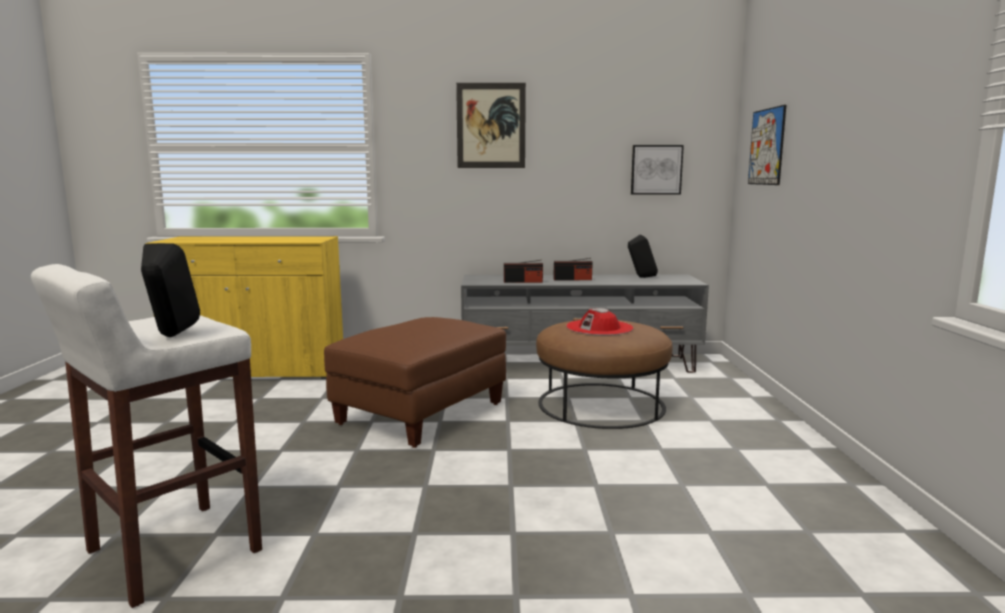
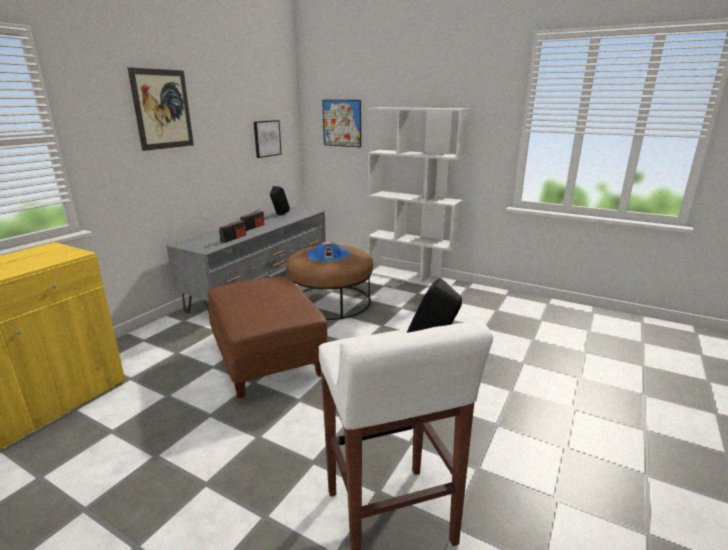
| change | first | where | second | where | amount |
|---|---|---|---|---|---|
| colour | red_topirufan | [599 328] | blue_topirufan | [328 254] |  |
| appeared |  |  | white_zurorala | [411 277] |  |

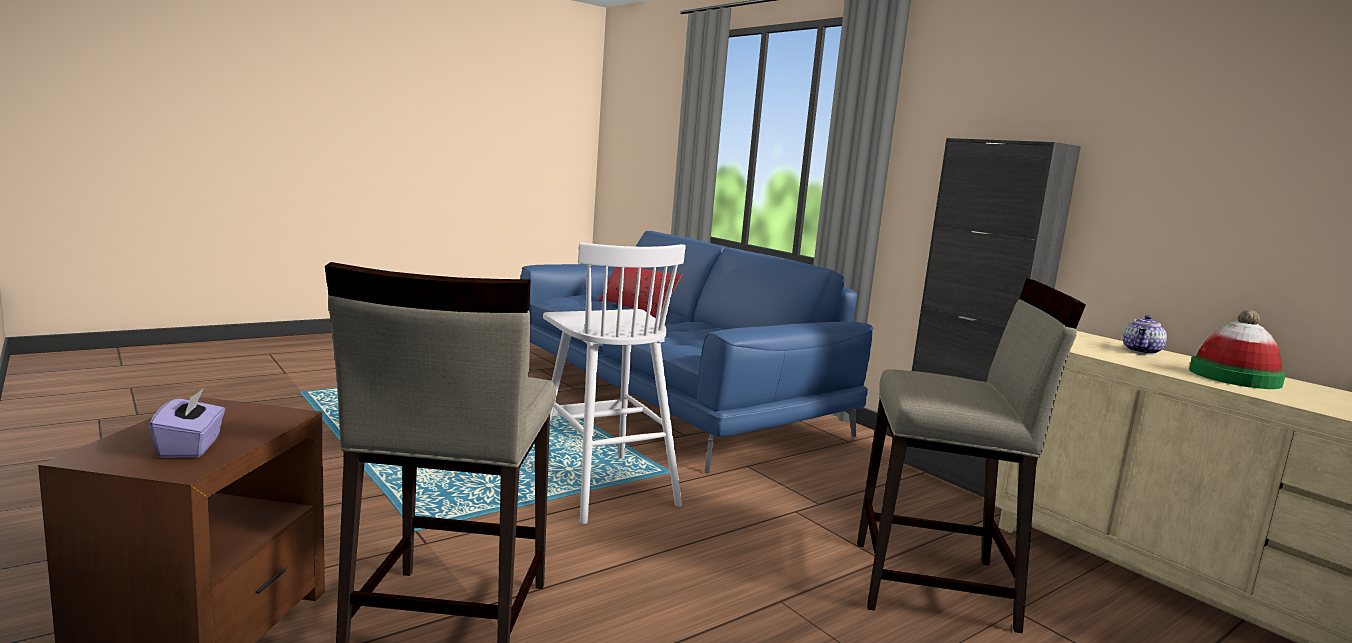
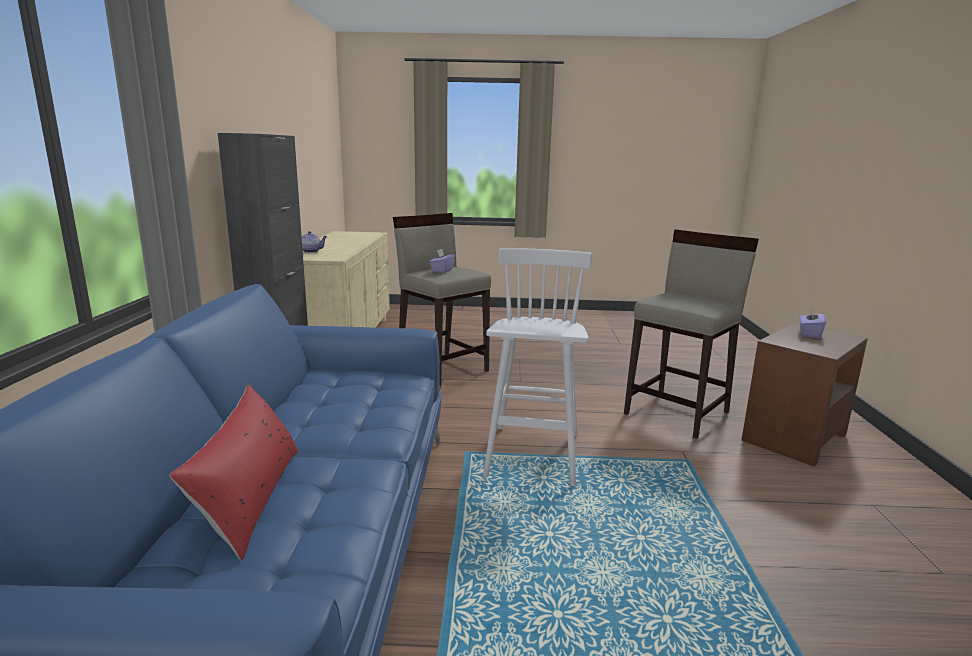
| change | first | where | second | where | amount |
|---|---|---|---|---|---|
| appeared |  |  | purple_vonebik | [442 270] |  |
| missing | topirufan | [1234 377] |  |  |  |

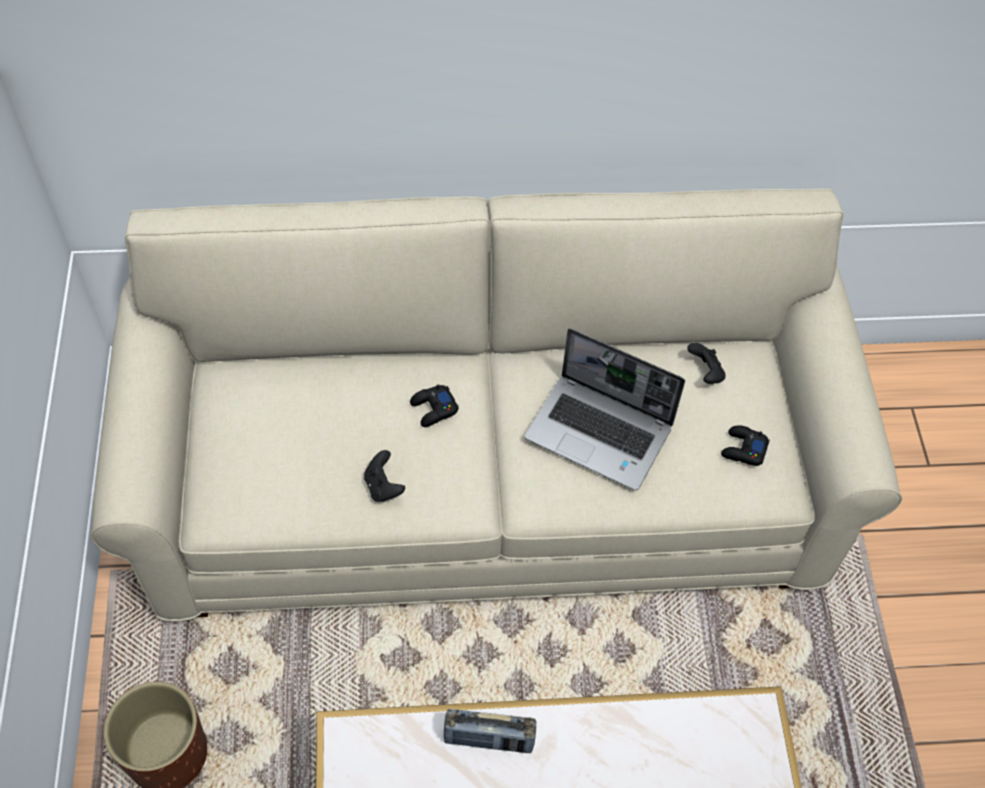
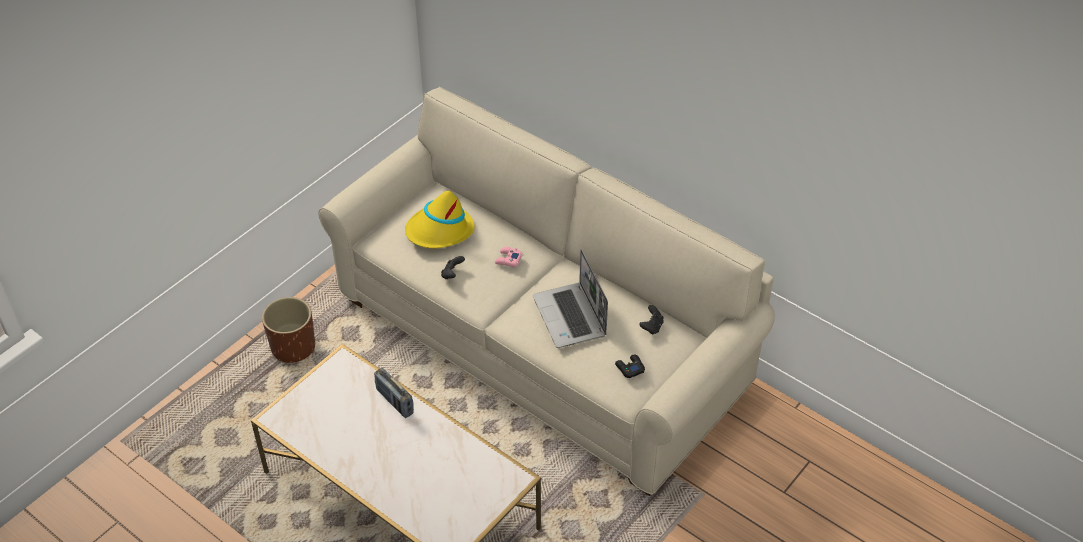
| change | first | where | second | where | amount |
|---|---|---|---|---|---|
| appeared |  |  | yellow_topirufan | [439 231] |  |
| colour | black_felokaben | [434 409] | pink_felokaben | [508 260] |  |

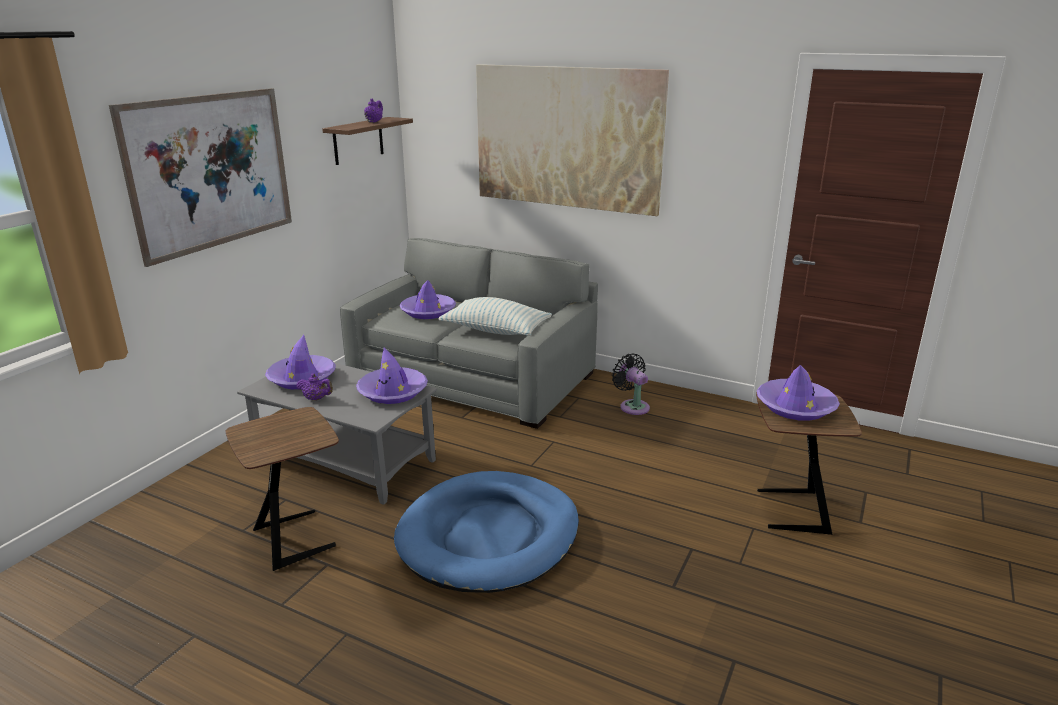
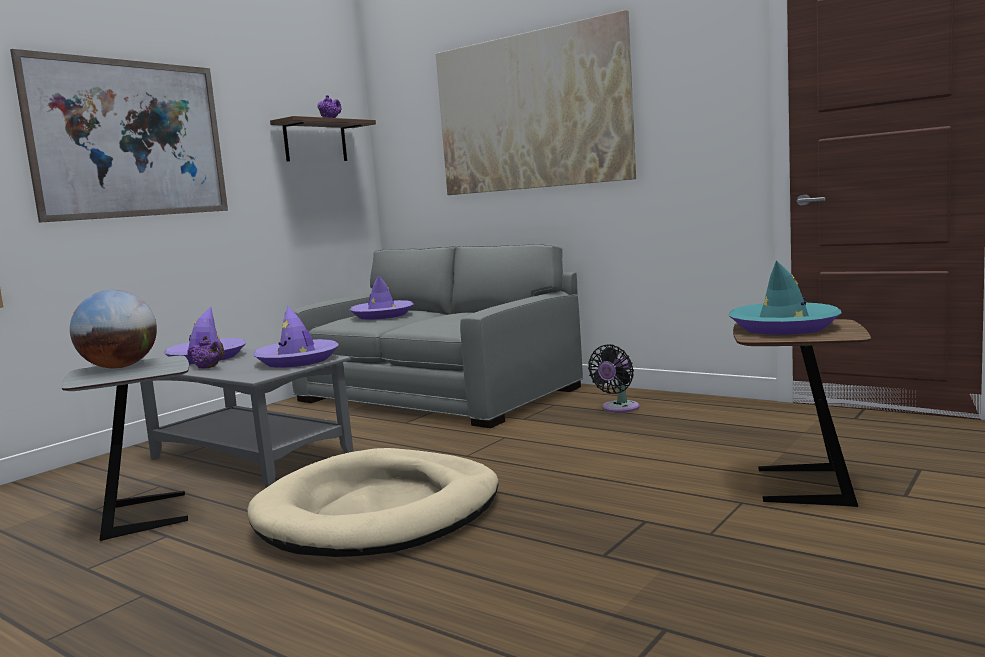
| change | first | where | second | where | amount |
|---|---|---|---|---|---|
| colour | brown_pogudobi | [297 538] | grey_pogudobi | [149 515] |  |
| appeared |  |  | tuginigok | [120 367] |  |
| colour | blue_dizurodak | [489 536] | beige_dizurodak | [379 512] |  |
| spun | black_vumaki | [632 406] |  | [618 408] | 120 degrees counterclockwise |
| colour | purple_topirufan | [795 406] | turquoise_topirufan | [783 327] |  |
| missing | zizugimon | [496 330] |  |  |  |

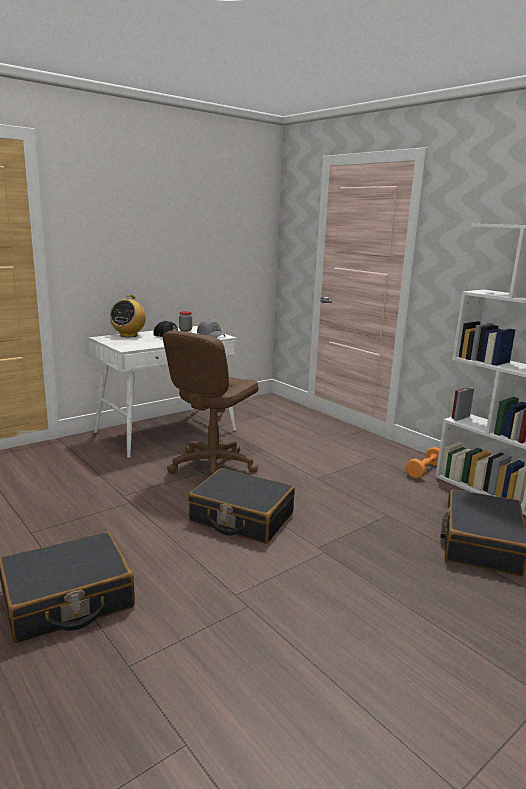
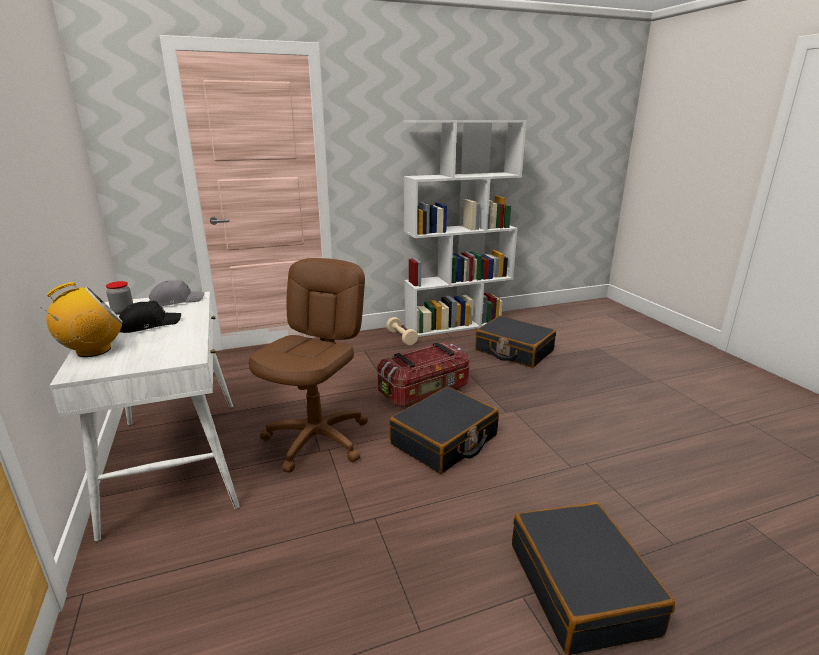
| change | first | where | second | where | amount |
|---|---|---|---|---|---|
| spun | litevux | [128 335] |  | [93 351] | 75 degrees counterclockwise |
| spun | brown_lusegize | [212 466] |  | [317 439] | 120 degrees counterclockwise |
| appeared |  |  | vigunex | [425 392] |  |
| colour | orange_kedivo | [424 470] | beige_kedivo | [401 338] |  |

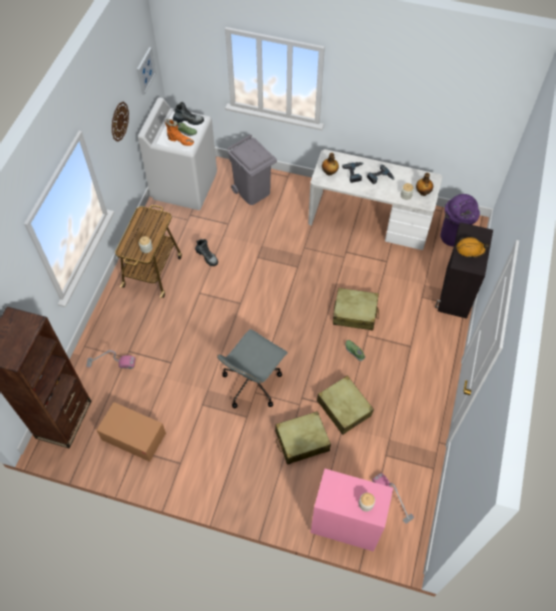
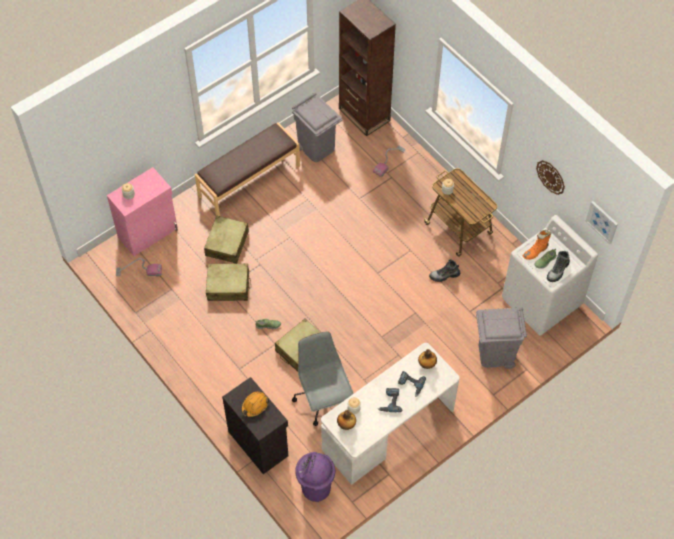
| change | first | where | second | where | amount |
|---|---|---|---|---|---|
| appeared |  |  | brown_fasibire | [249 180] |  |
| exchanged | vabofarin | [133 436] | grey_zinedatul | [317 147] |  |
| relocated | grey_lusegize | [252 383] |  | [324 399] |  |

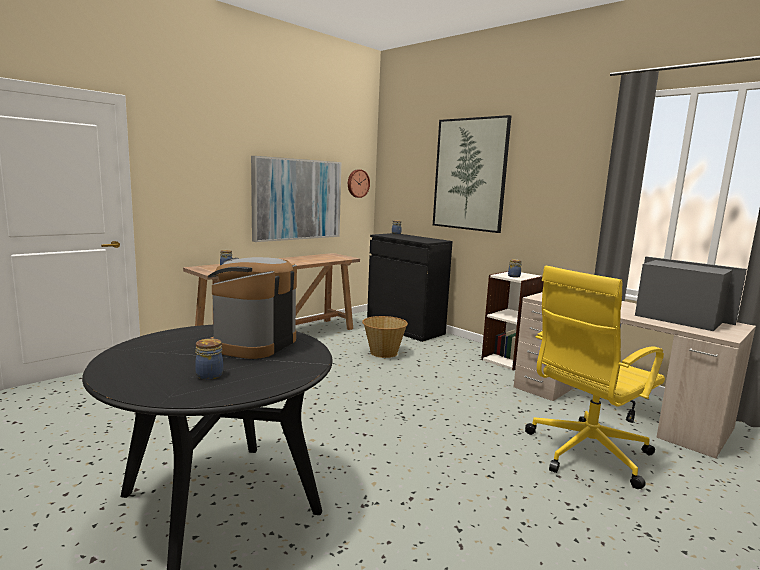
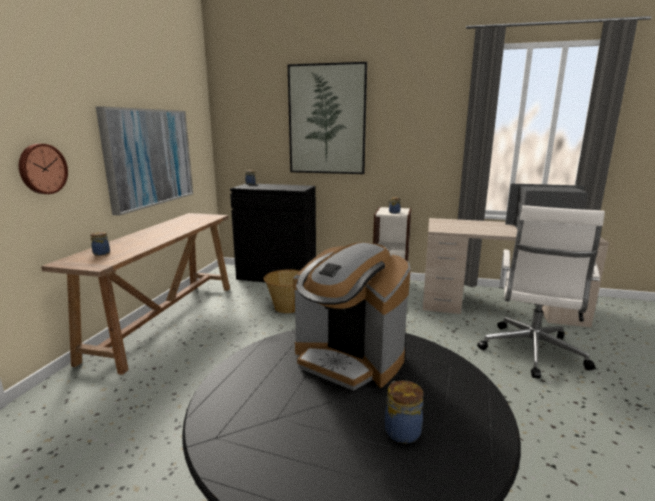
| change | first | where | second | where | amount |
|---|---|---|---|---|---|
| relocated | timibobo | [357 183] |  | [42 169] |  |
| spun | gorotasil | [253 344] |  | [349 359] | 45 degrees counterclockwise |
| colour | yellow_lusegize | [585 453] | white_lusegize | [531 353] |  |

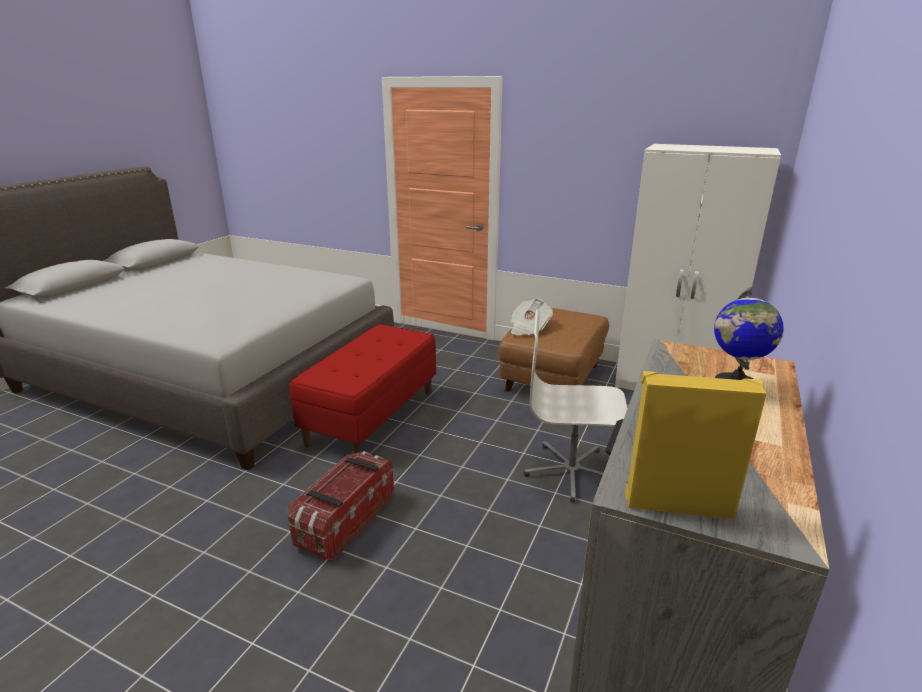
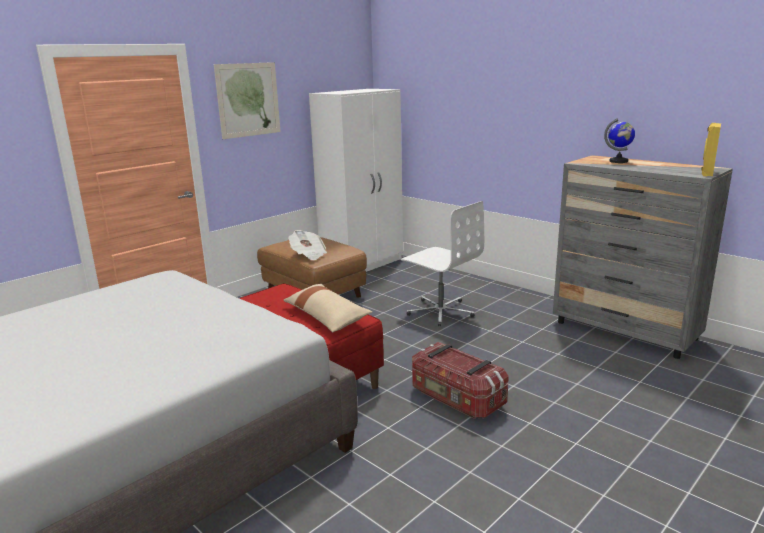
| change | first | where | second | where | amount |
|---|---|---|---|---|---|
| appeared |  |  | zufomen | [248 100] |  |
| appeared |  |  | beige_zizugimon | [326 316] |  |
| spun | white_lusegize | [571 472] |  | [440 311] | 75 degrees counterclockwise |

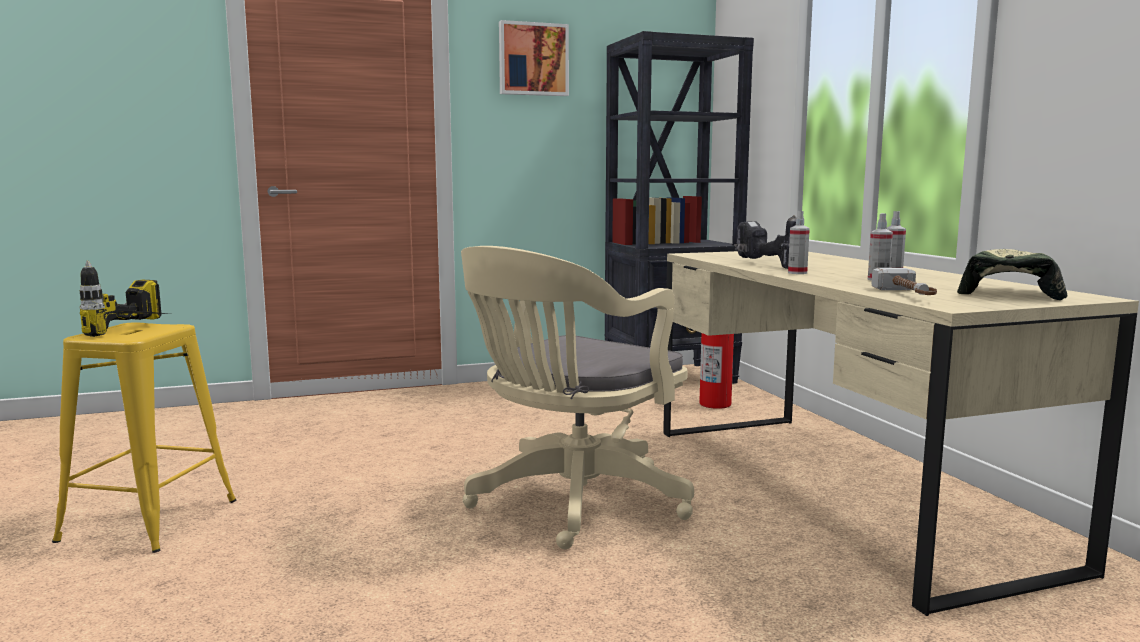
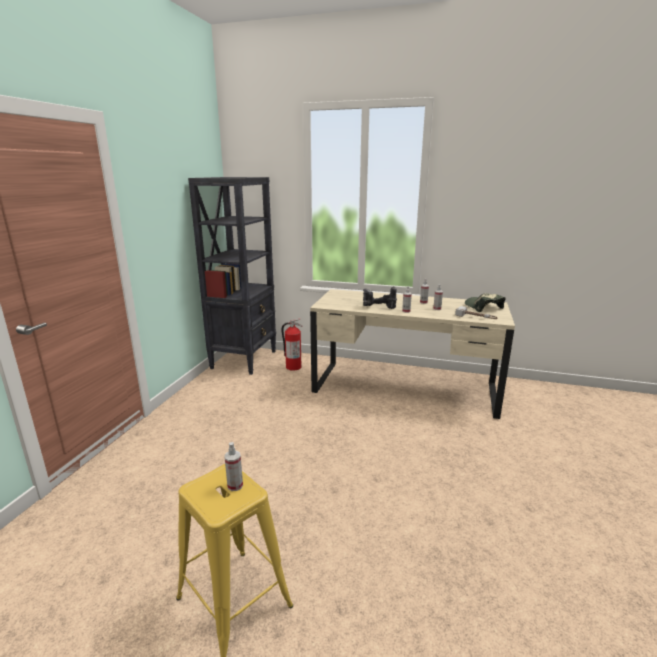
| change | first | where | second | where | amount |
|---|---|---|---|---|---|
| exchanged | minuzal | [143 332] | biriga | [235 485] |  |
| missing | beige_lusegize | [571 503] |  |  |  |
| missing | zufomen | [533 59] |  |  |  |

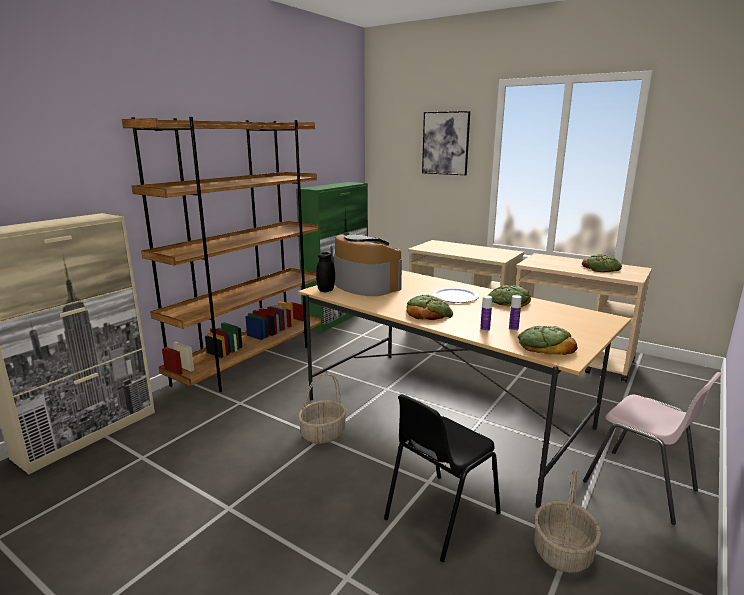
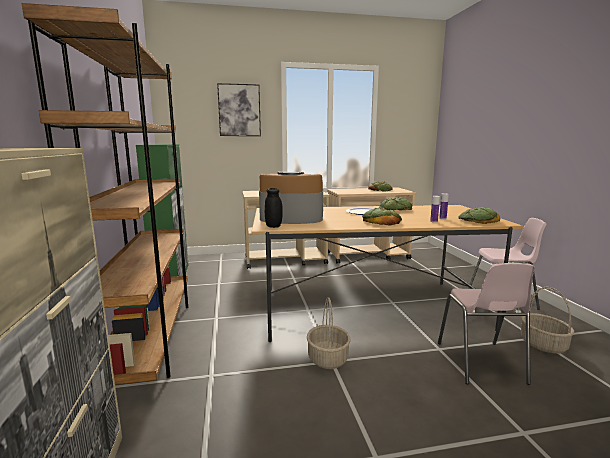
| change | first | where | second | where | amount |
|---|---|---|---|---|---|
| colour | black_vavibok | [440 516] | pink_vavibok | [480 363] |  |

